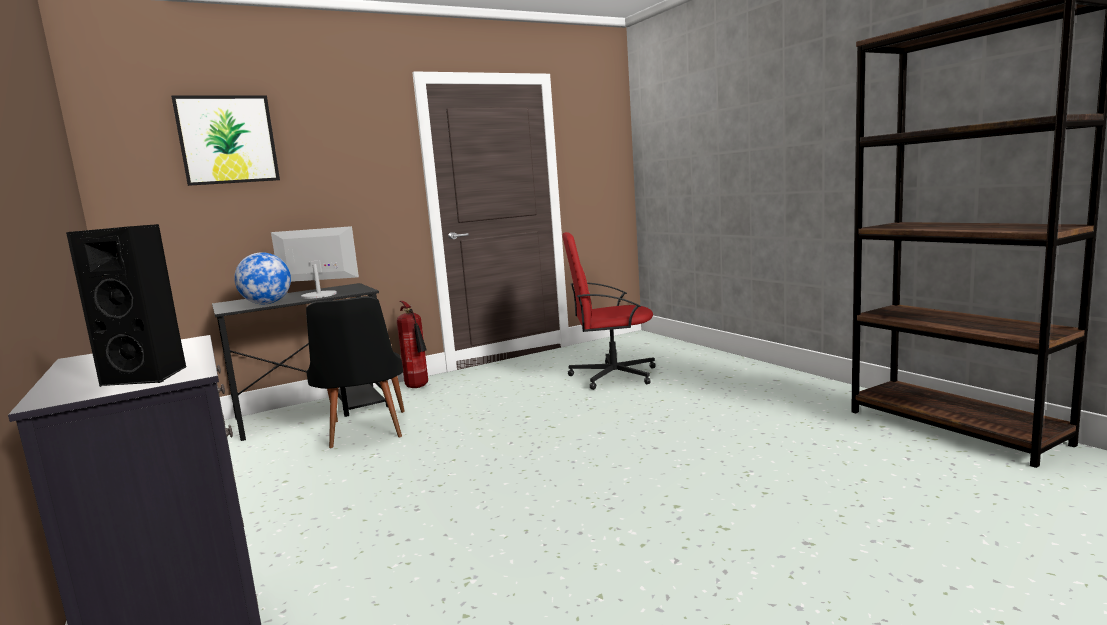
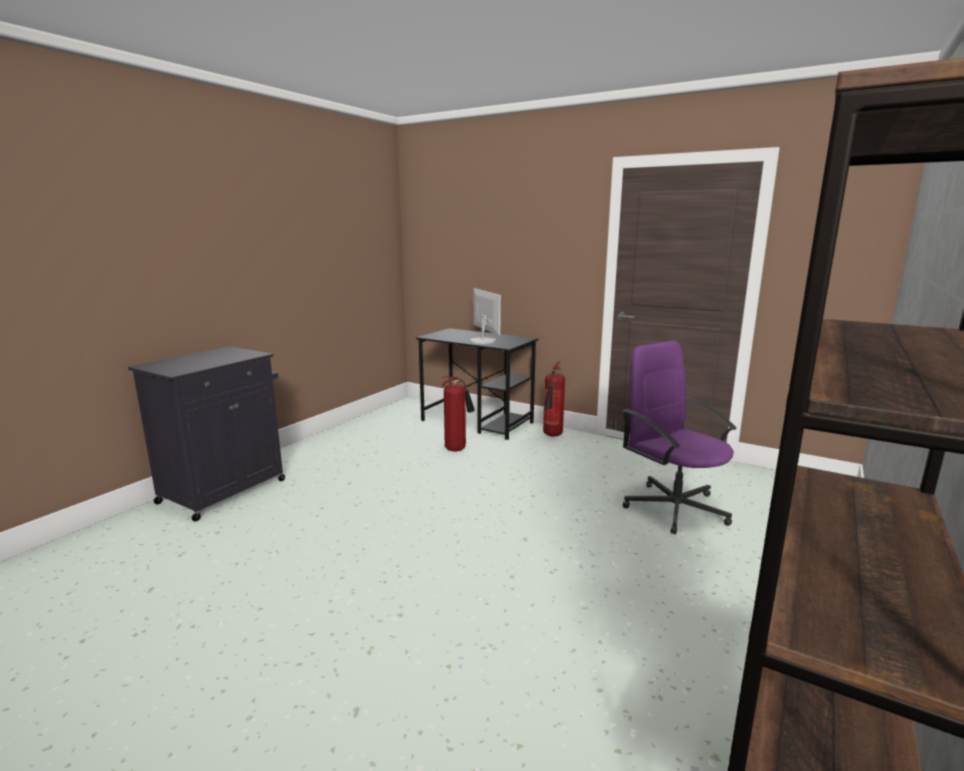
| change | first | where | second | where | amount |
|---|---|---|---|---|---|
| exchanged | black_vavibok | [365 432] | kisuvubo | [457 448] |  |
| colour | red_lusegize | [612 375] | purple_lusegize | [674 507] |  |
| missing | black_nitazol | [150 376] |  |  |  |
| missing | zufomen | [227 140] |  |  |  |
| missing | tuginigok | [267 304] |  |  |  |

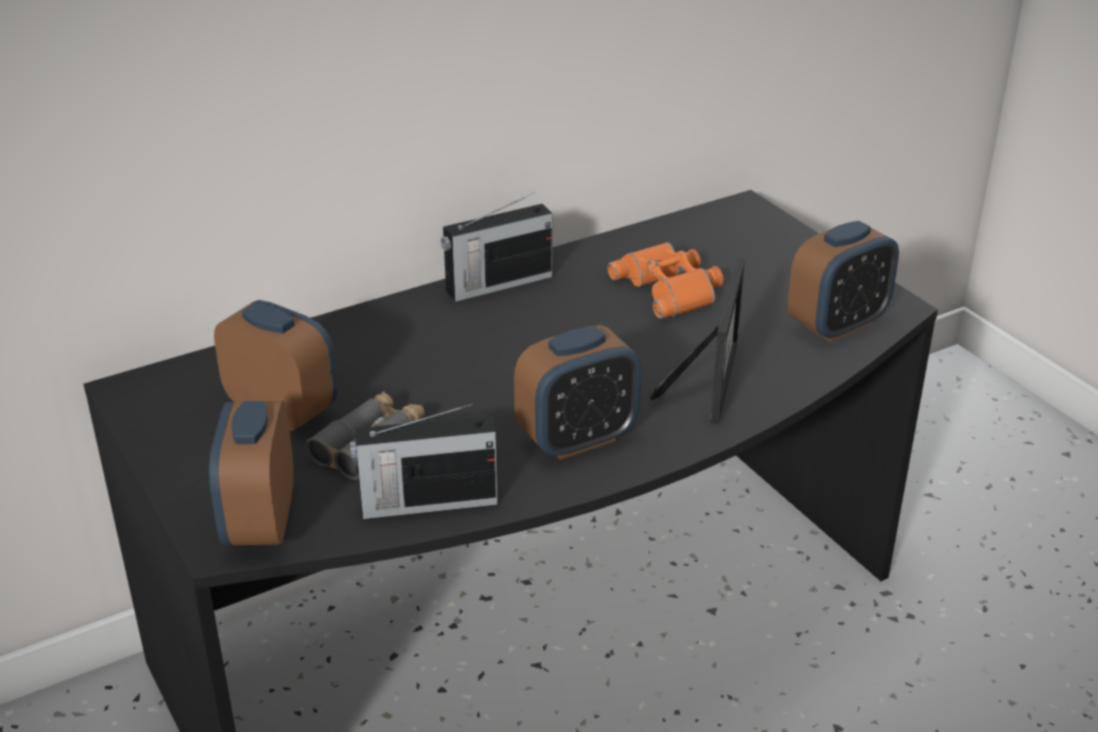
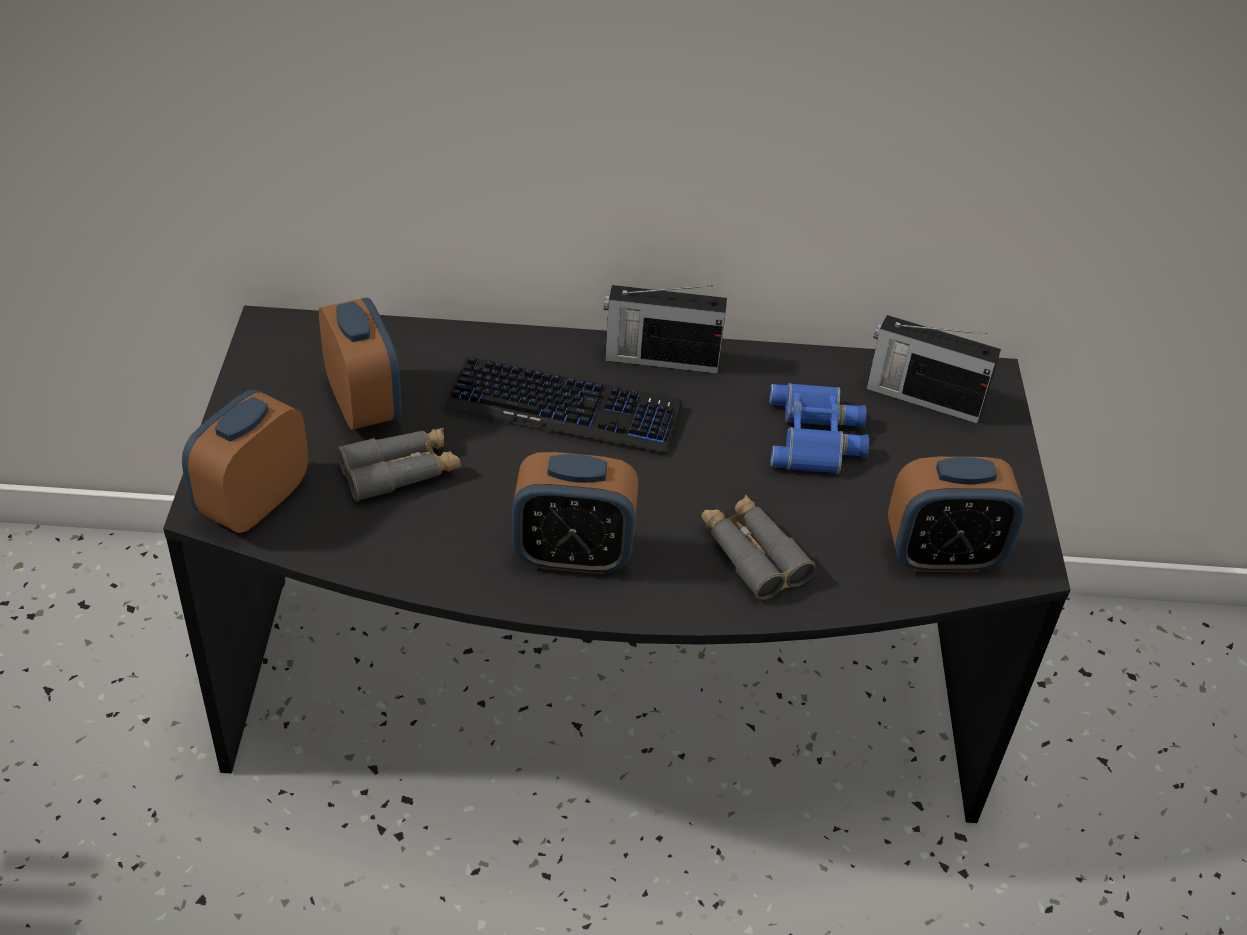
| change | first | where | second | where | amount |
|---|---|---|---|---|---|
| appeared |  |  | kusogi | [564 408] |  |
| exchanged | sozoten | [710 380] | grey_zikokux | [752 555] |  |
| colour | orange_zikokux | [671 288] | blue_zikokux | [817 437] |  |
| relocated | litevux | [426 502] |  | [922 397] |  |

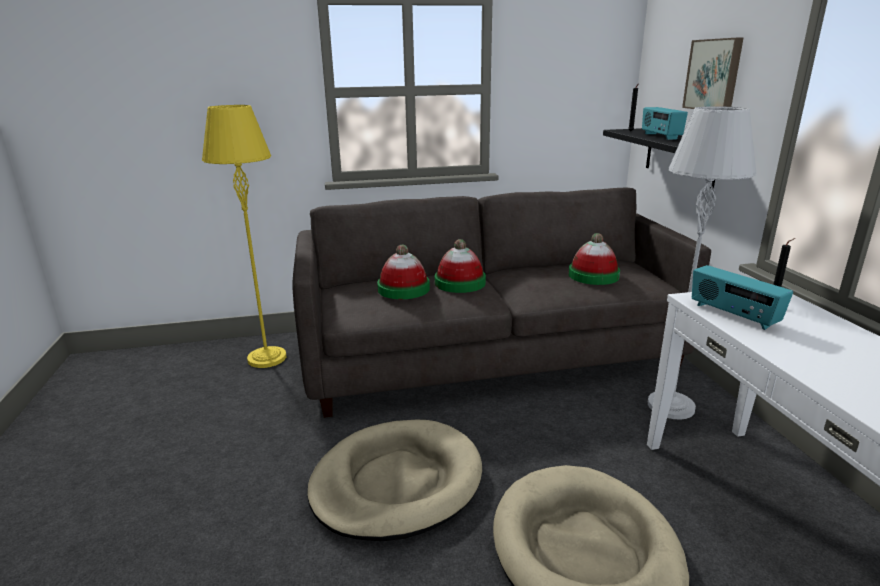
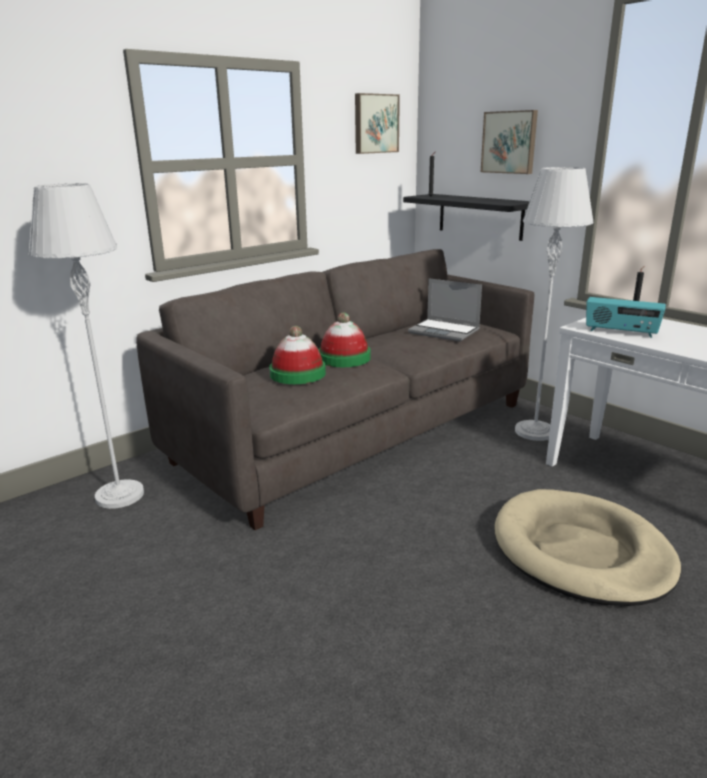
| change | first | where | second | where | amount |
|---|---|---|---|---|---|
| colour | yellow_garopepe | [267 358] | grey_garopepe | [120 495] |  |
| appeared |  |  | zufomen | [375 124] |  |
| exchanged | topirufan | [593 275] | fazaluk | [445 331] |  |
| missing | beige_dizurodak | [396 483] |  |  |  |
| missing | litevux | [660 136] |  |  |  |

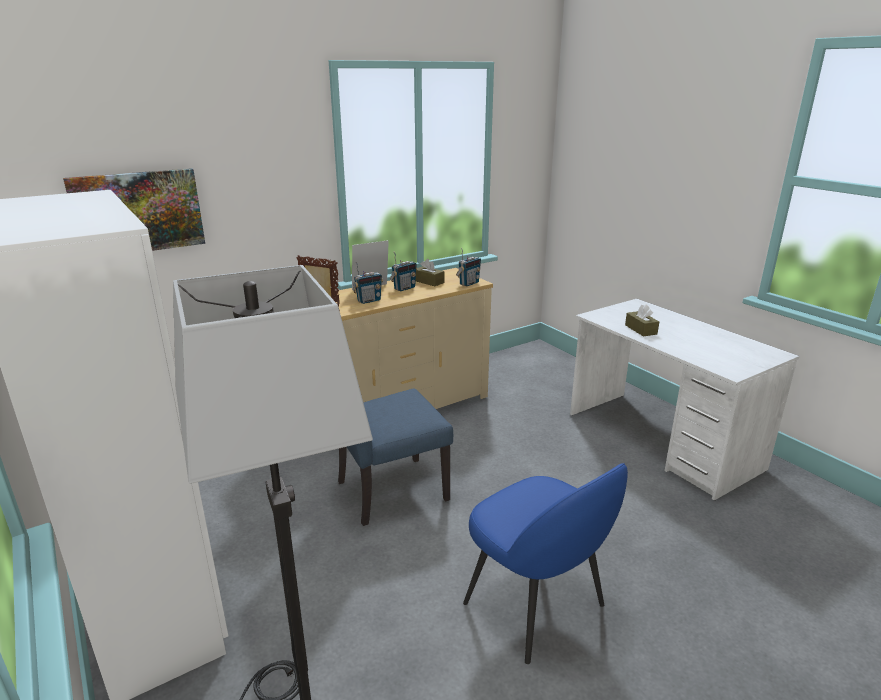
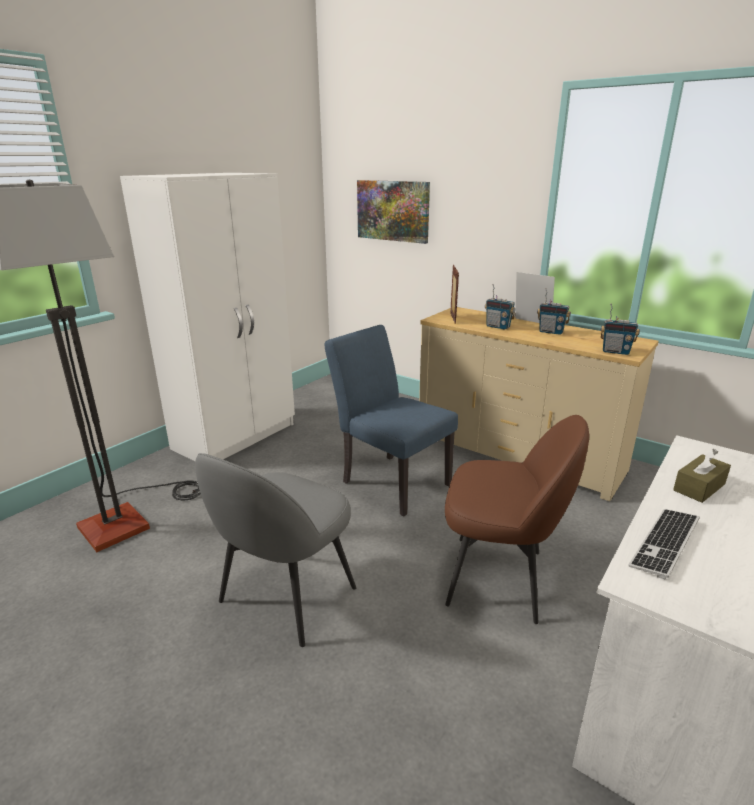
| change | first | where | second | where | amount |
|---|---|---|---|---|---|
| colour | blue_vavibok | [536 607] | grey_vavibok | [285 597] |  |
| appeared |  |  | brown_vavibok | [499 578] |  |
| appeared |  |  | kusogi | [664 543] |  |
| missing | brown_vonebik | [429 282] |  |  |  |

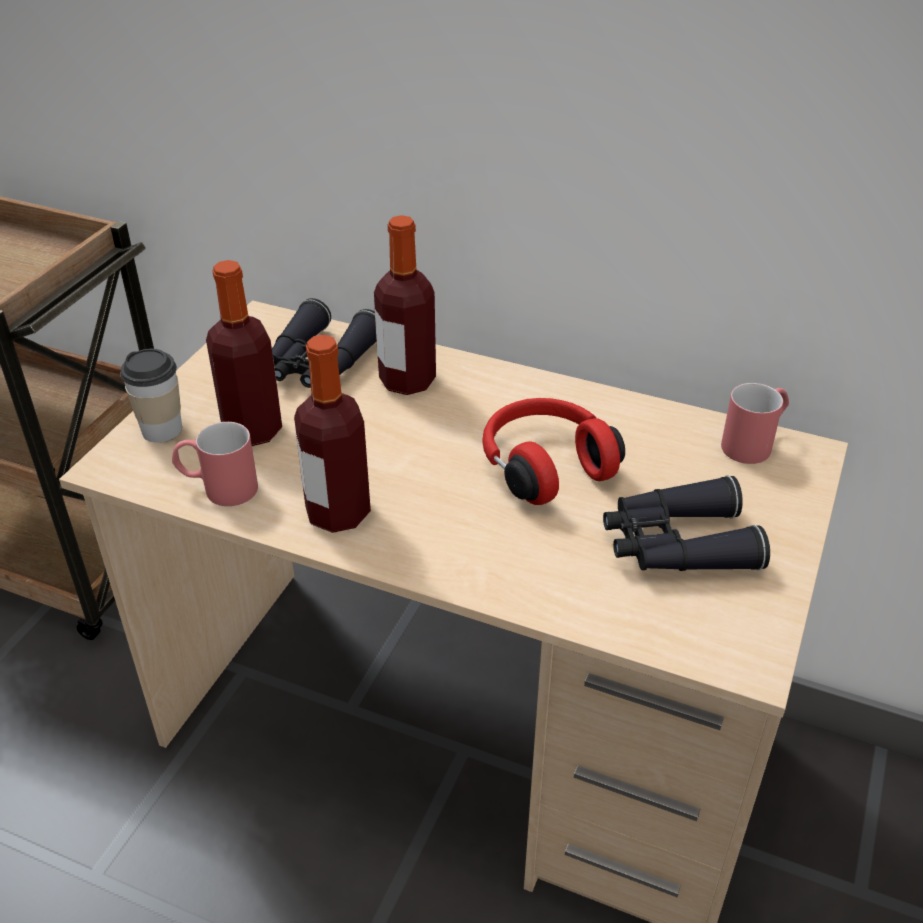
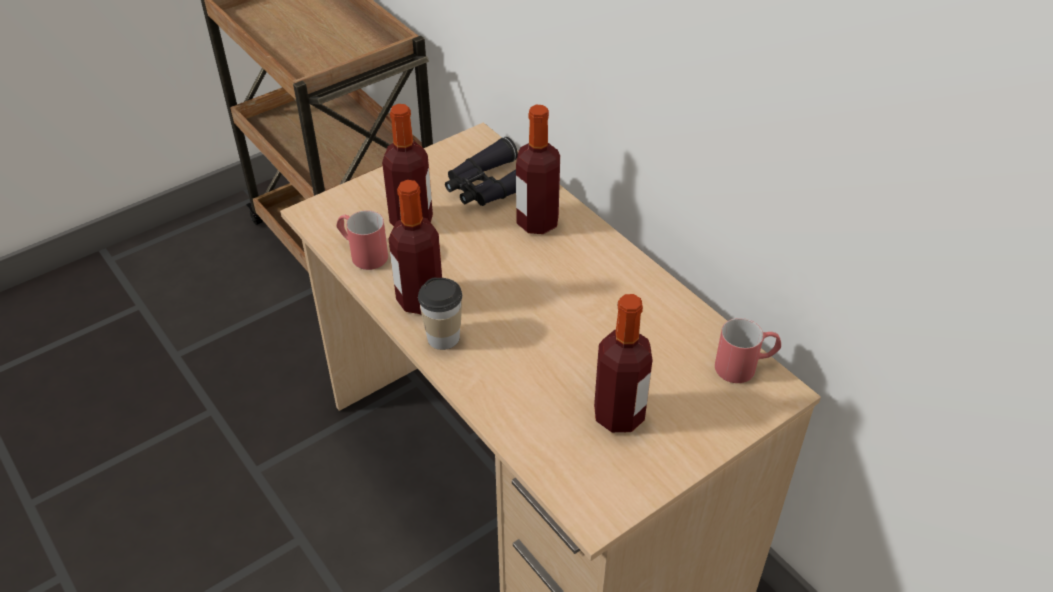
| change | first | where | second | where | amount |
|---|---|---|---|---|---|
| relocated | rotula | [162 430] |  | [443 337] |  |
| exchanged | black_zikokux | [676 544] | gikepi | [619 415] |  |
| missing | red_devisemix | [544 465] |  |  |  |

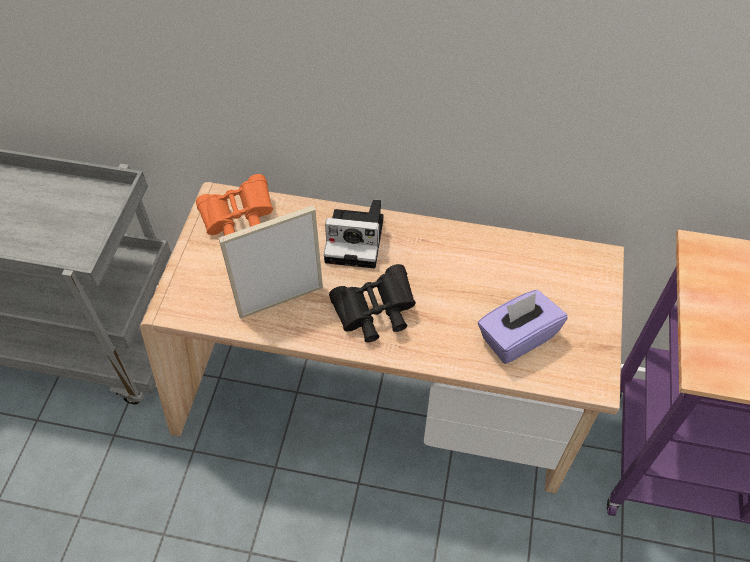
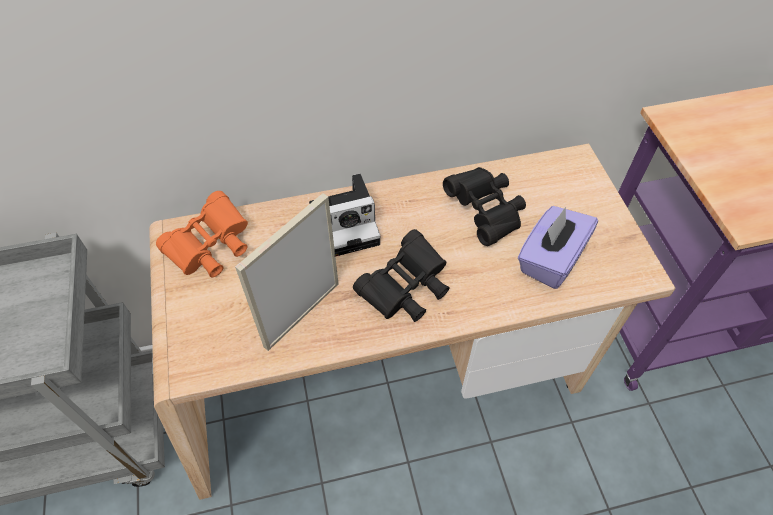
| change | first | where | second | where | amount |
|---|---|---|---|---|---|
| appeared |  |  | black_zikokux | [486 213] |  |

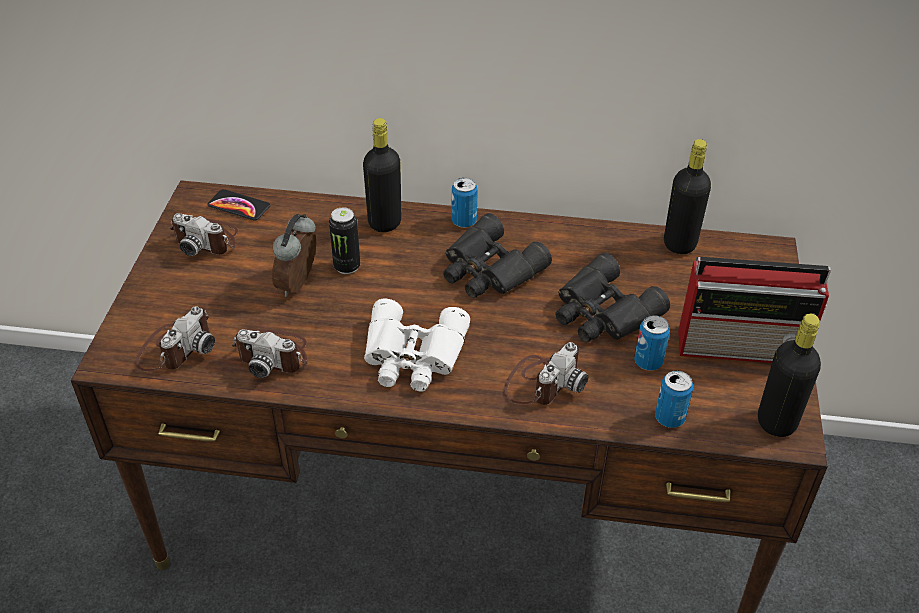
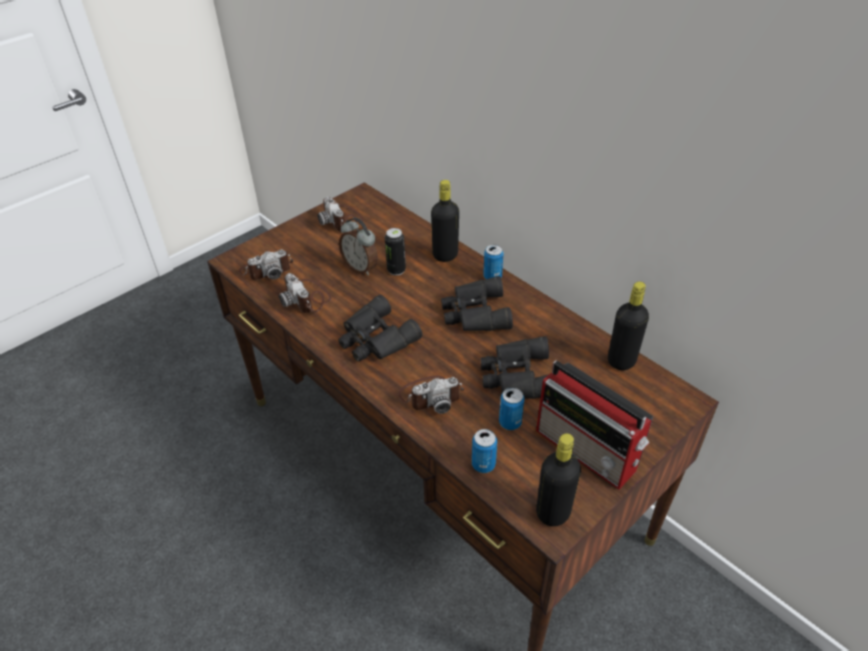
| change | first | where | second | where | amount |
|---|---|---|---|---|---|
| colour | white_zikokux | [413 356] | black_zikokux | [375 339] |  |
| spun | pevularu | [300 284] |  | [361 267] | 105 degrees counterclockwise |
| missing | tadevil | [239 206] |  |  |  |

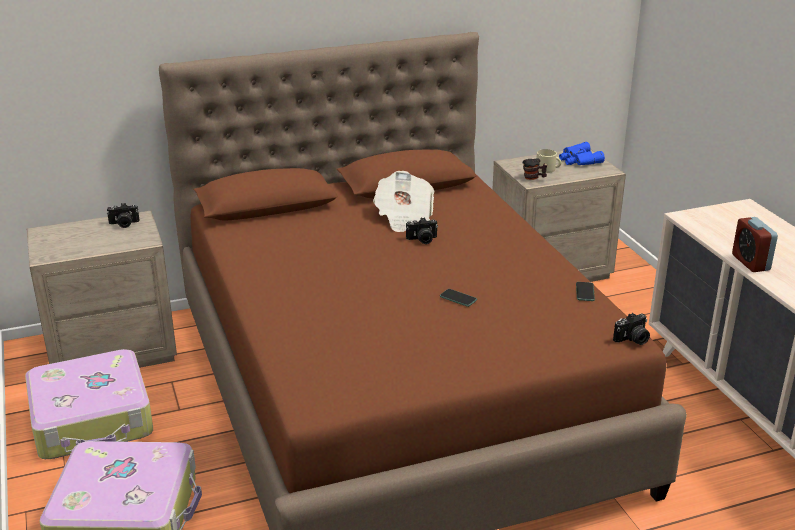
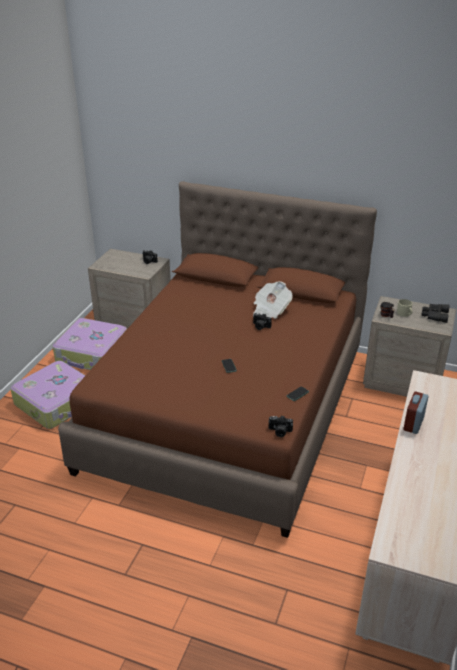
| change | first | where | second | where | amount |
|---|---|---|---|---|---|
| colour | blue_zikokux | [578 160] | black_zikokux | [434 315] |  |

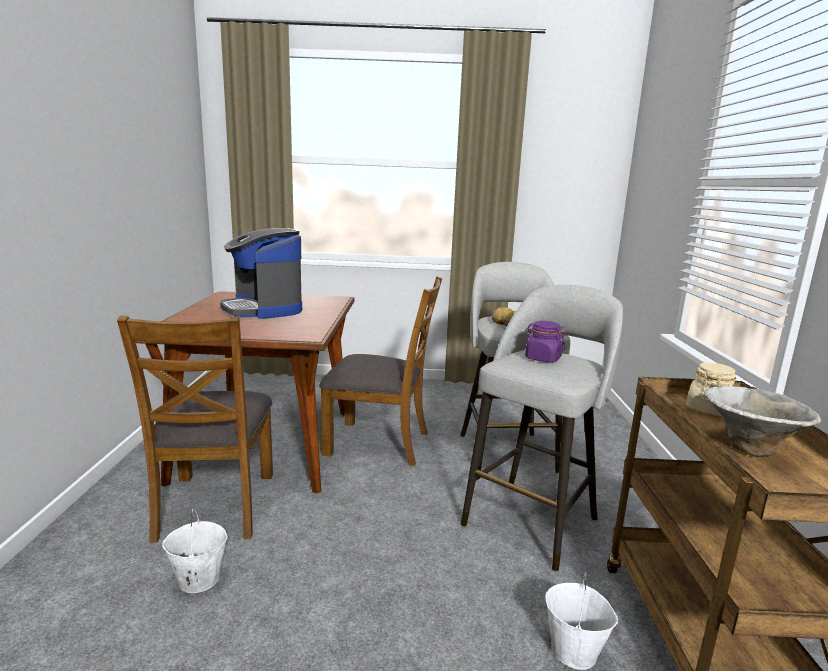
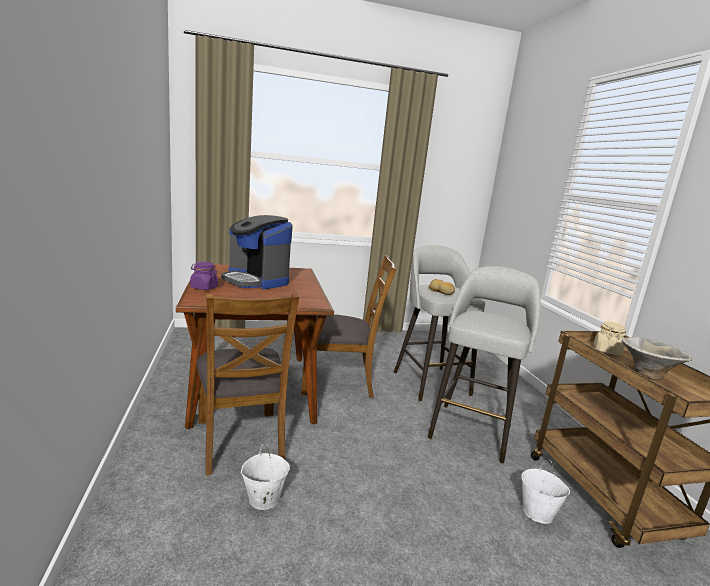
| change | first | where | second | where | amount |
|---|---|---|---|---|---|
| relocated | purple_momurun | [542 358] |  | [204 288] |  |

